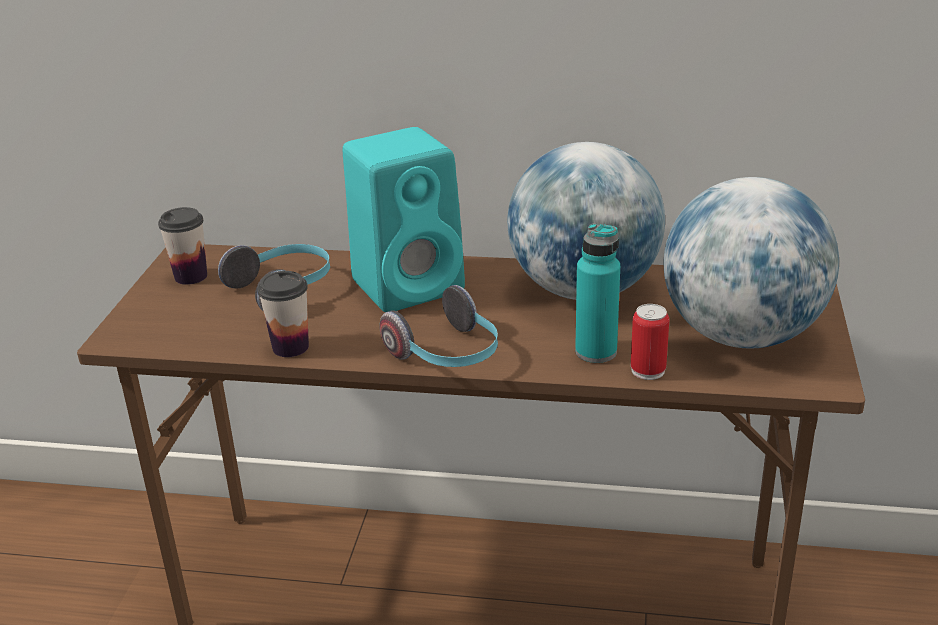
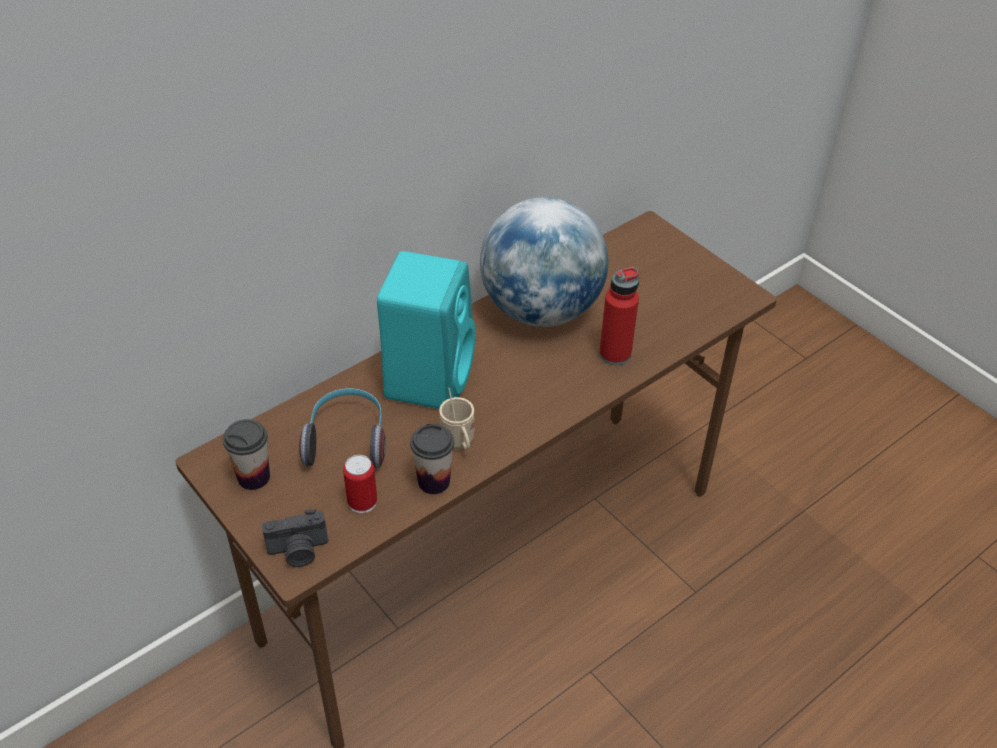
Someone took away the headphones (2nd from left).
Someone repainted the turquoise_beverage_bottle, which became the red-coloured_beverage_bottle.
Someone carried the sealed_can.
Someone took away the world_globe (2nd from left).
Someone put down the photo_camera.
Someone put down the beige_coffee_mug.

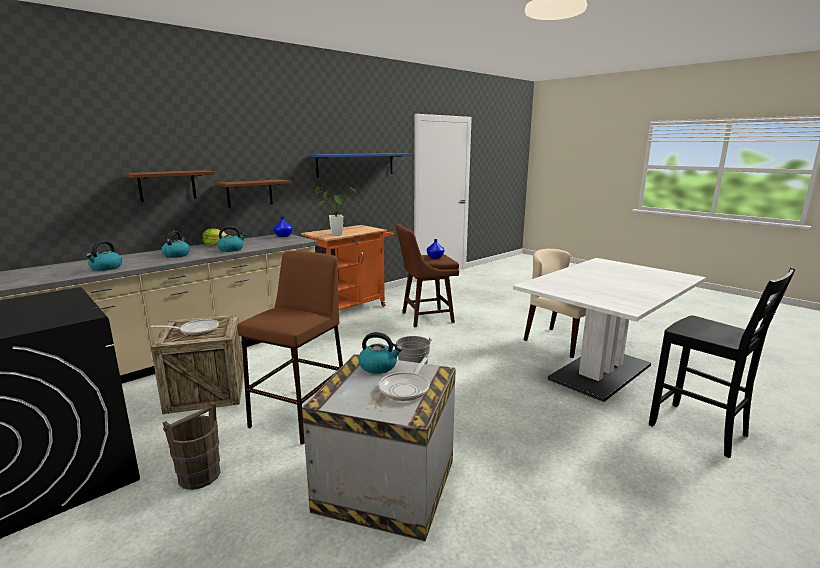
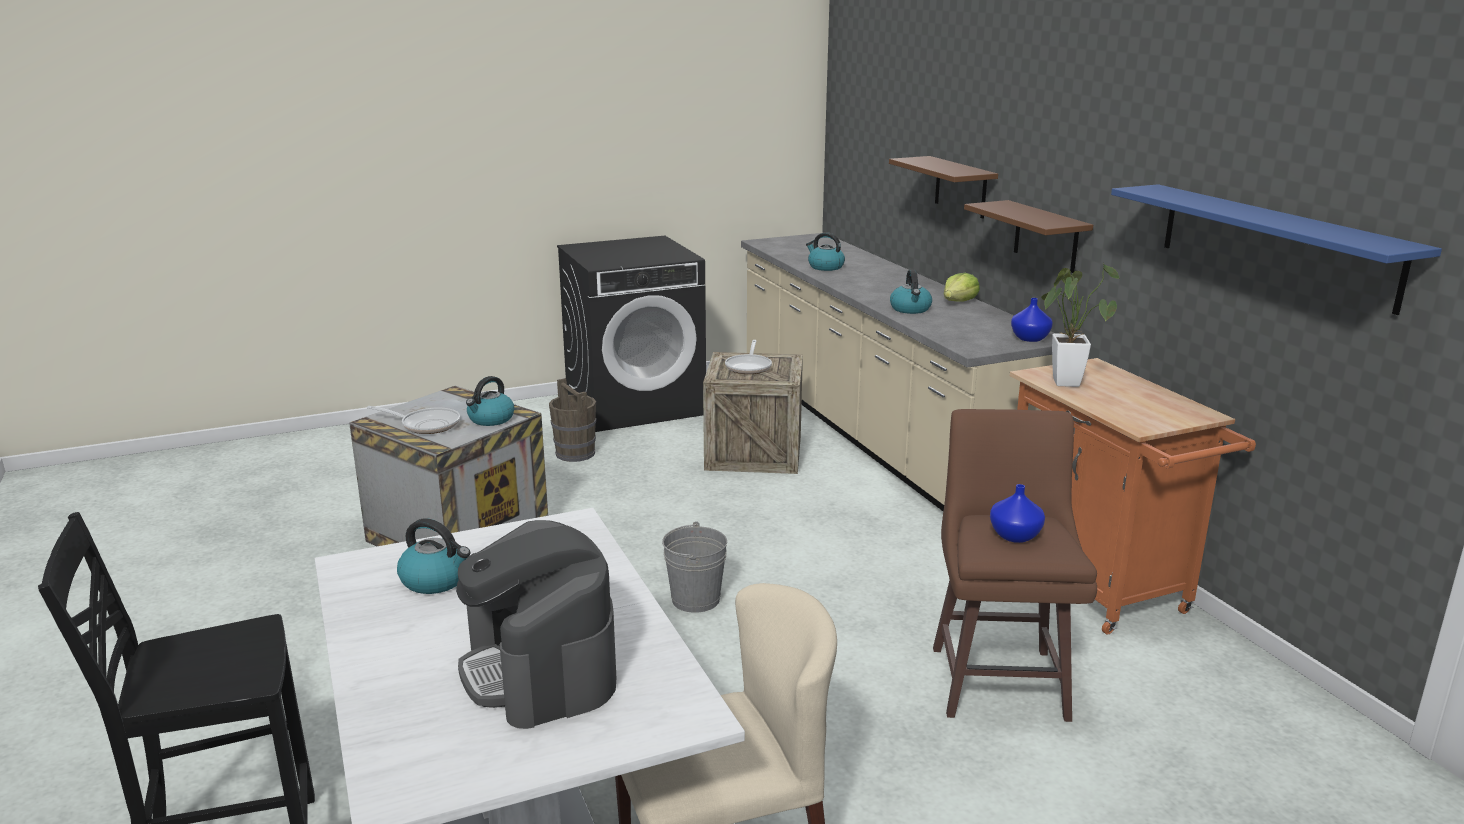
Someone carried the tea_kettle (2nd from left in the first image).
Someone took away the brown-coloured_stool (1st from left).
Someone rotated the pan (2nd from left in the first image) by 150 degrees clockwise.
Someone put down the coffee_maker.

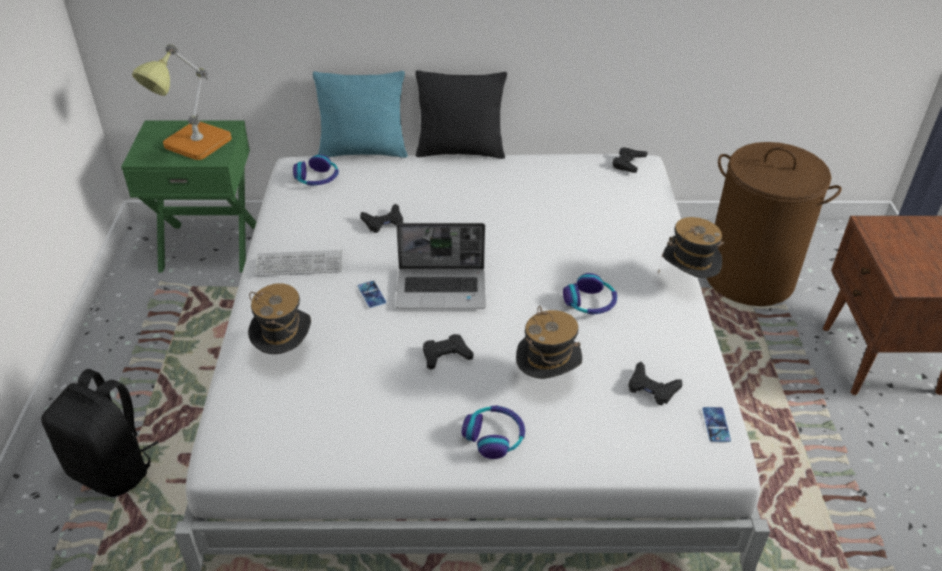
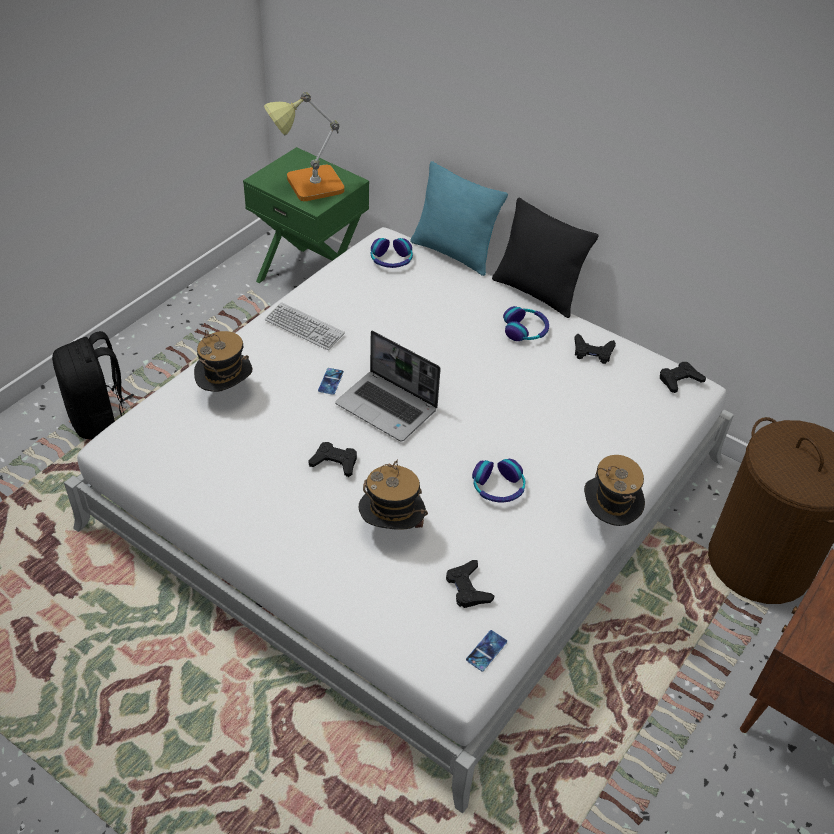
Someone carried the blackish_gamepad (1st from left in the first image).
Someone carried the headphones (2nd from left in the first image).

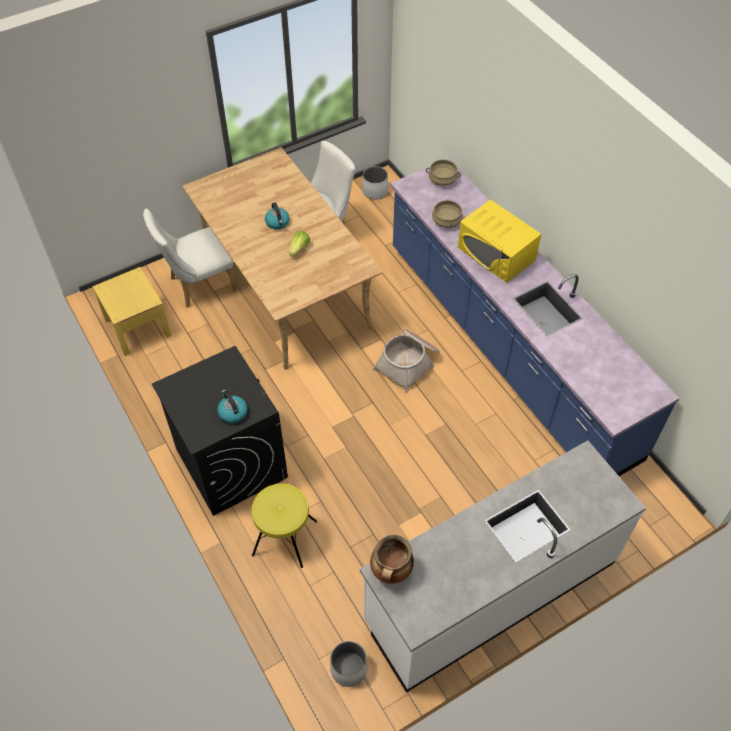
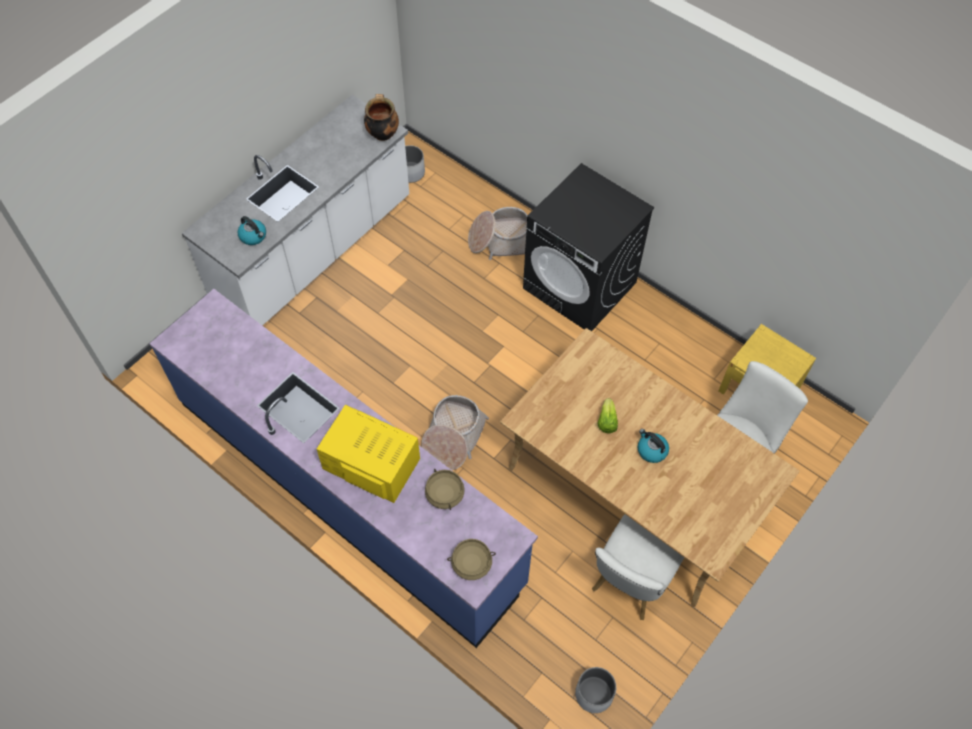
Someone carried the tea_kettle (1st from left).
Someone swapped the yellow_stool for the storage_basket (2nd from left).

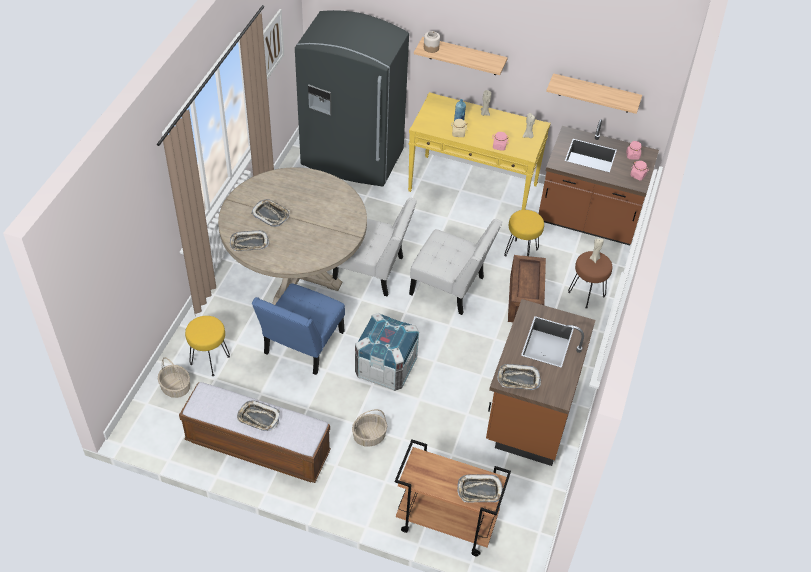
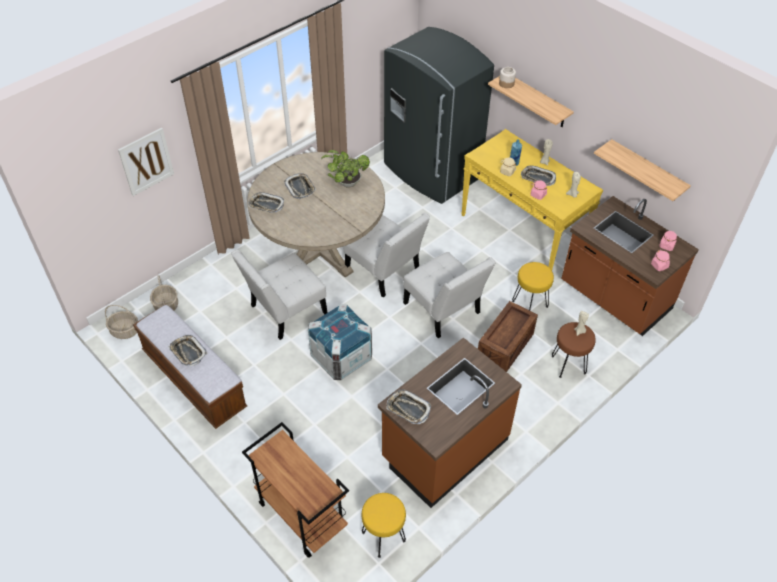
Someone carried the yellow_stool (1st from left).
Someone repainted the bluish_upright_chair, which became the whitish_upright_chair (1st from left).
Someone carried the wall_art.
Someone carried the storage_basket (2nd from left in the first image).
Someone carried the carrying_tray (4th from left in the first image).
Someone put down the houseplant.

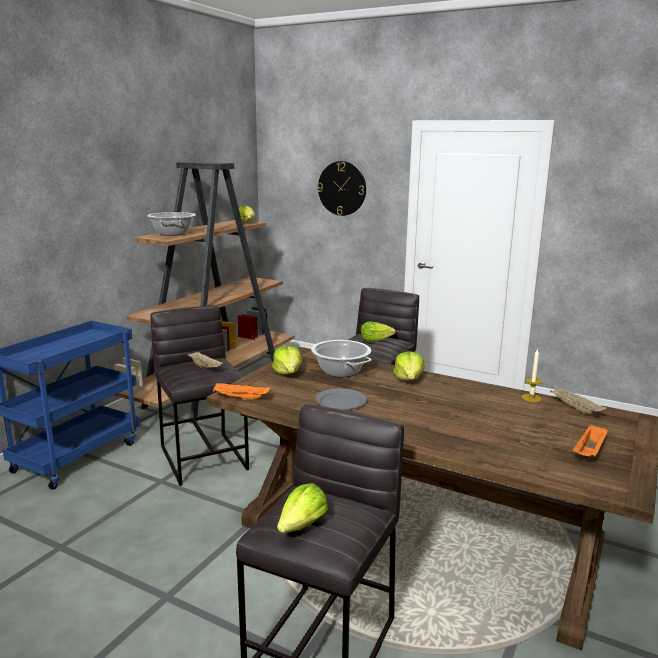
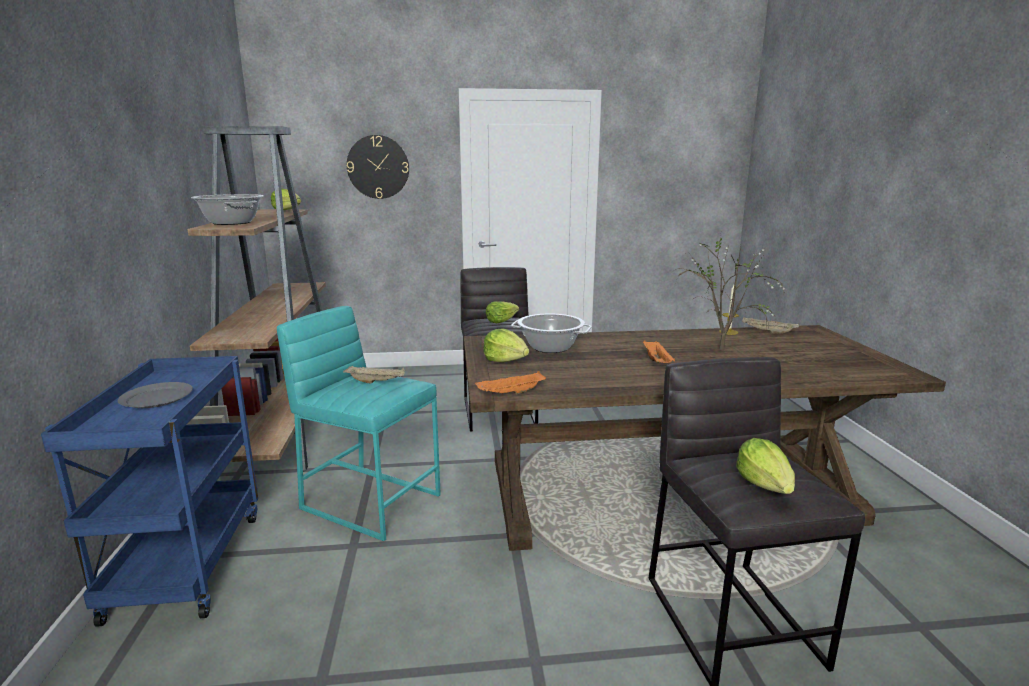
Someone repainted the grey_stool (1st from left), which became the turquoise_stool.
Someone carried the grey_dinner_plate.
Someone took away the lettuce_head (5th from left).
Someone carried the orangey_carrying_tray (2nd from left).
Someone put down the houseplant.

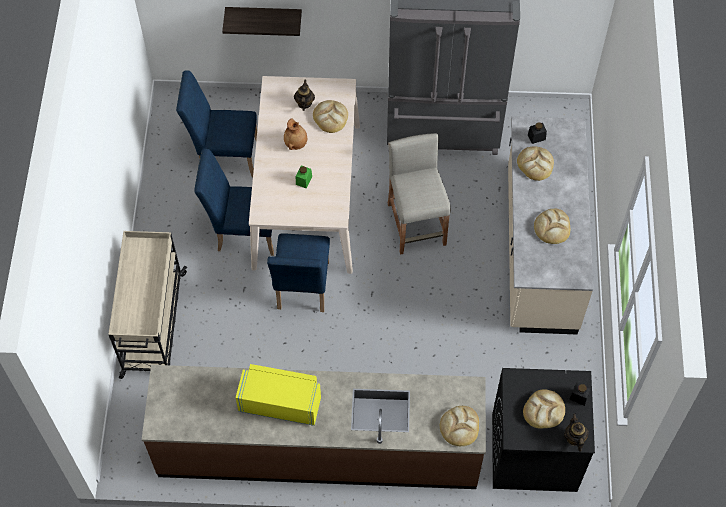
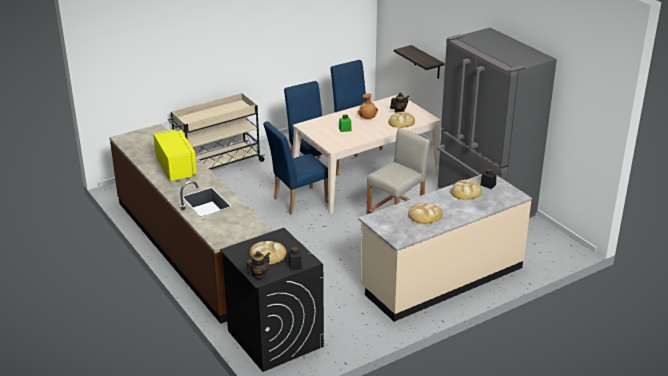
Someone took away the bakery_bread (2nd from left).

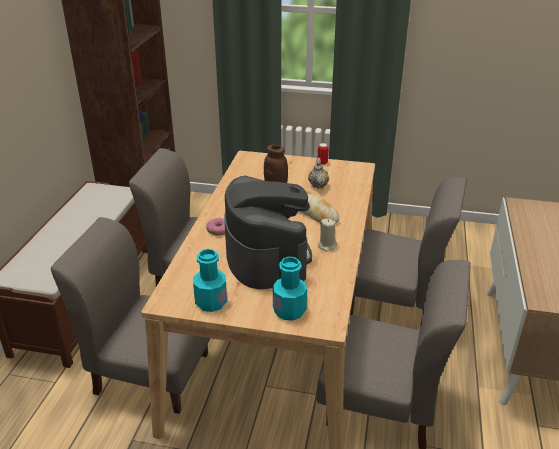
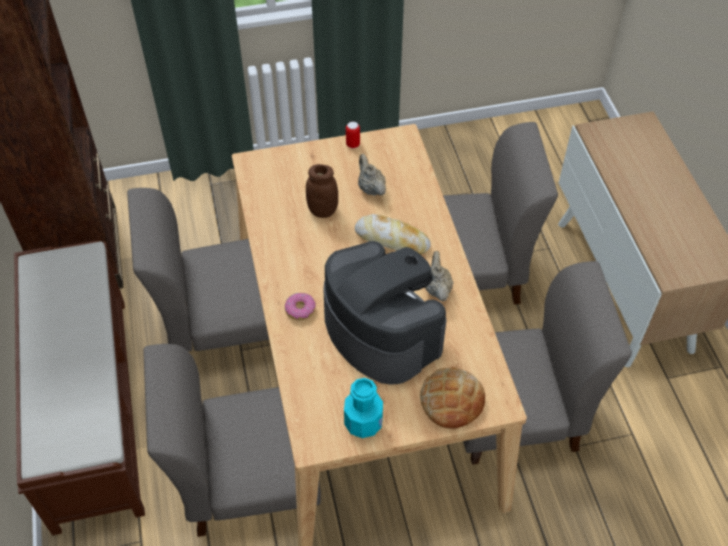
Someone swapped the turquoise_beverage_bottle (2nd from left) for the bakery_bread (2nd from left).
Someone swapped the beige_wax_light for the beige_teapot (2nd from left).

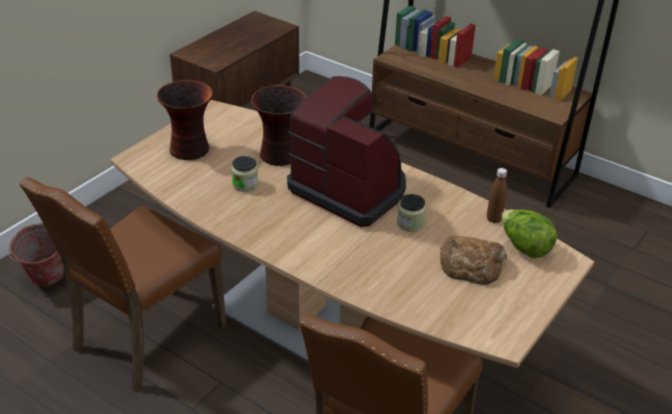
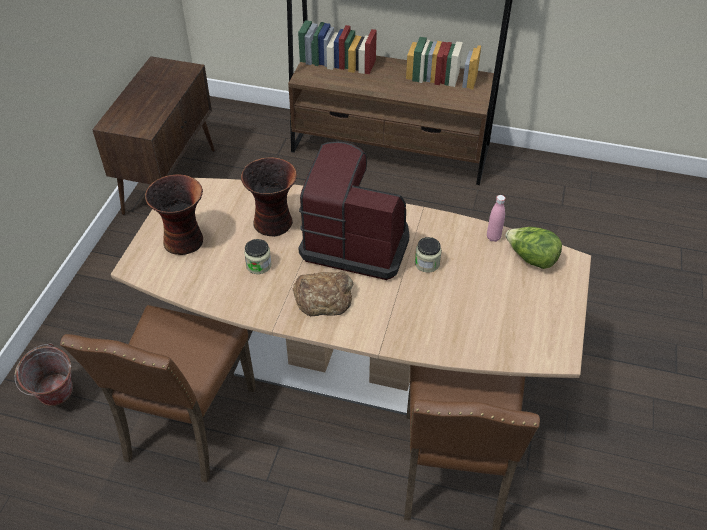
Someone carried the bakery_bread.
Someone repainted the brown-coloured_beverage_bottle, which became the pink-coloured_beverage_bottle.

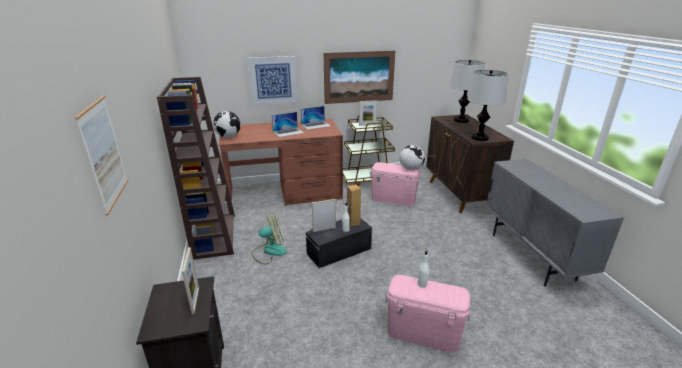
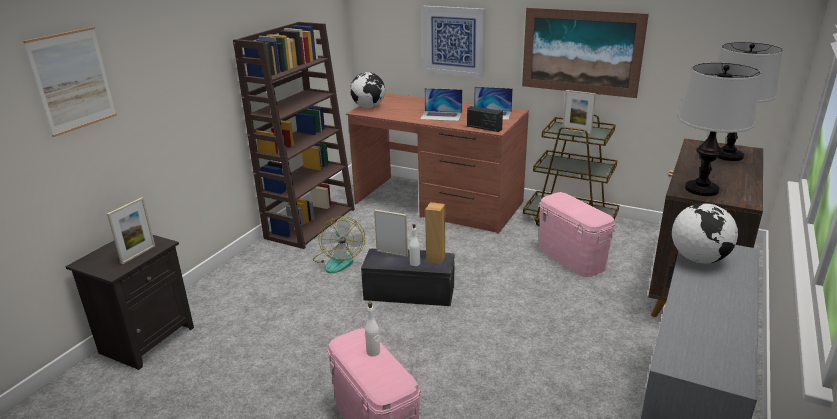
Someone rotated the cooling_fan by 60 degrees clockwise.
Someone carried the world_globe (2nd from left).
Someone put down the radio_receiver.

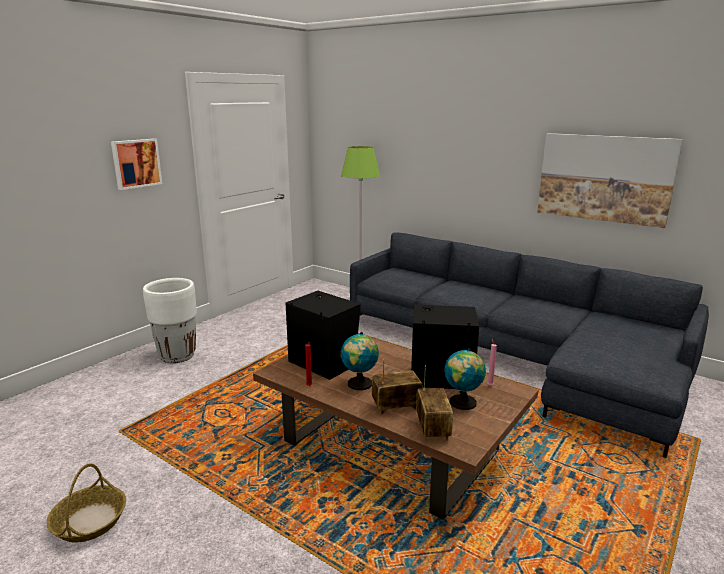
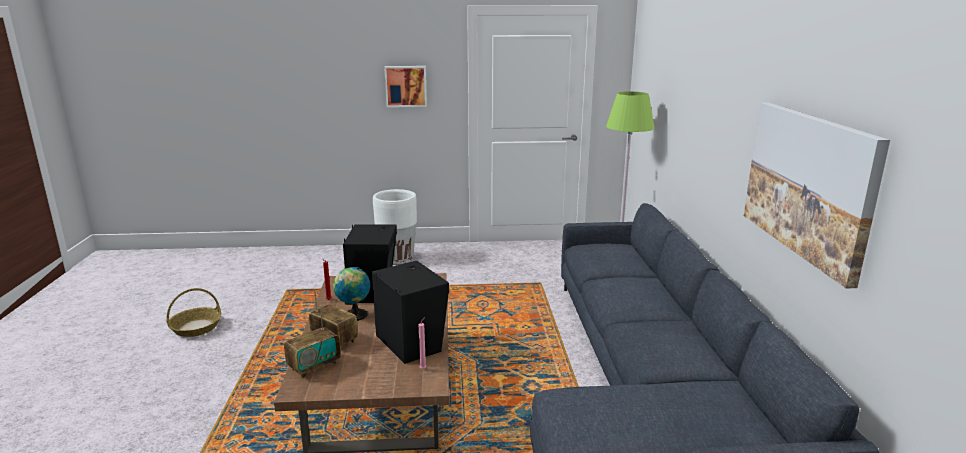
Someone took away the world_globe (2nd from left).

